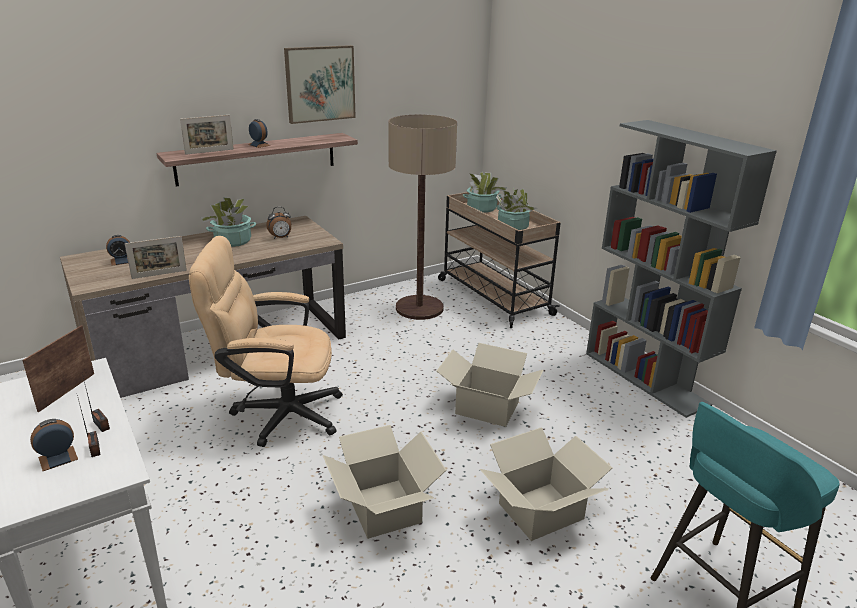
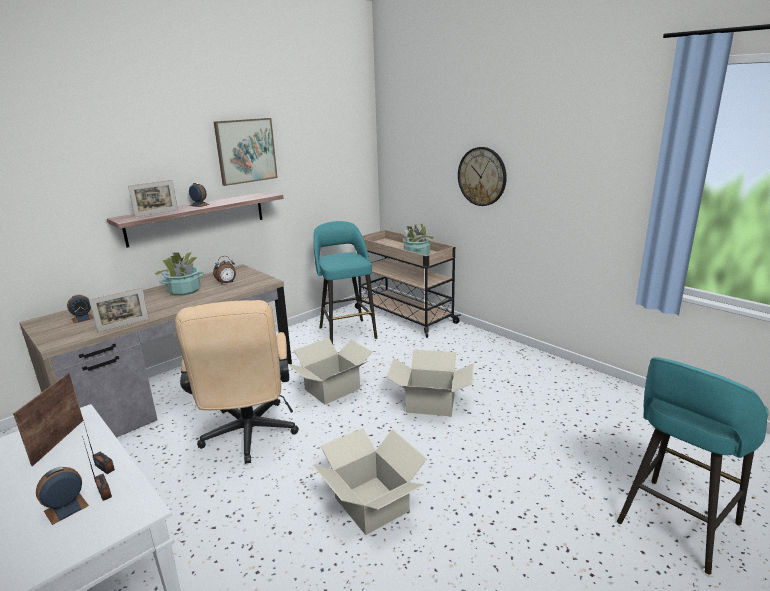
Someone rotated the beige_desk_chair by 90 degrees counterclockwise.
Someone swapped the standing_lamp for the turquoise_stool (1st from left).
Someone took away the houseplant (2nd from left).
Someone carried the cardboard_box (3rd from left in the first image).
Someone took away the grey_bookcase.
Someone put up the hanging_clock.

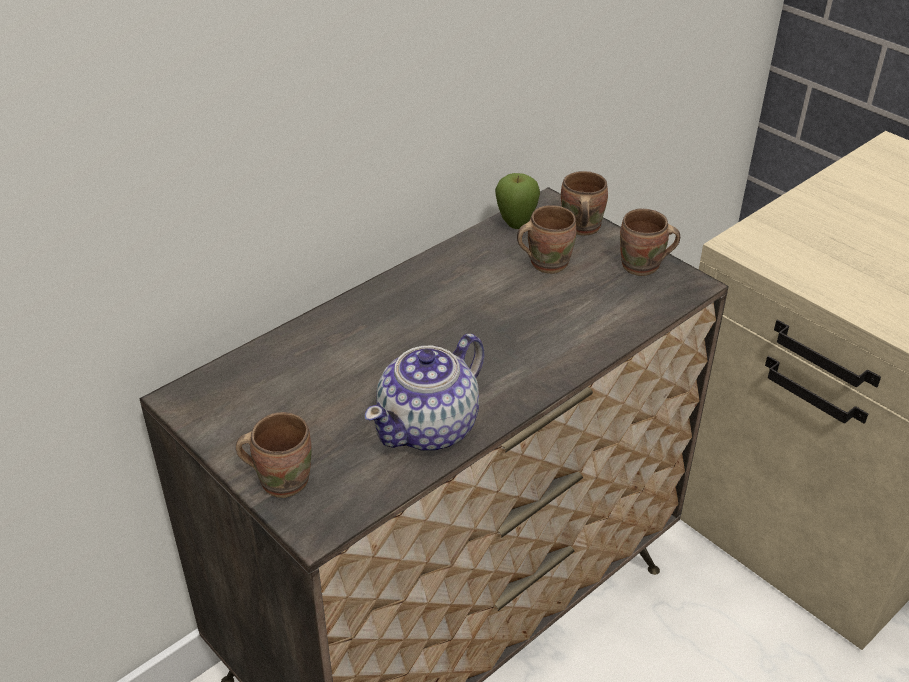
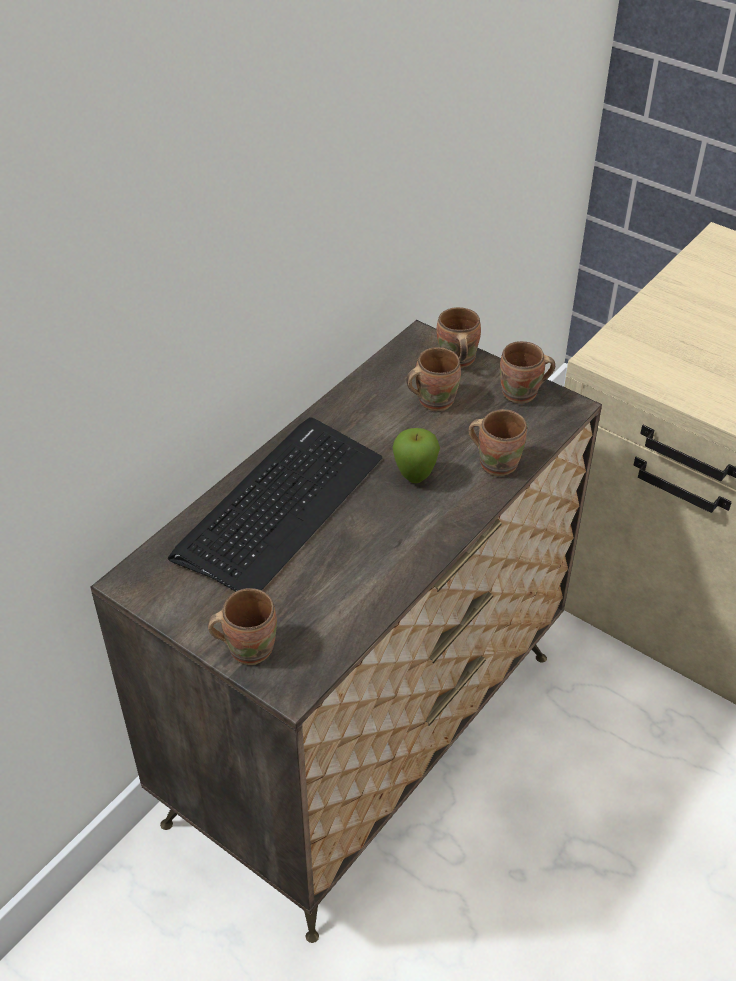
Someone took away the teapot.
Someone carried the apple_fruit.
Someone put down the PC_keyboard.
Someone put down the brown-coloured_coffee_mug (4th from left).

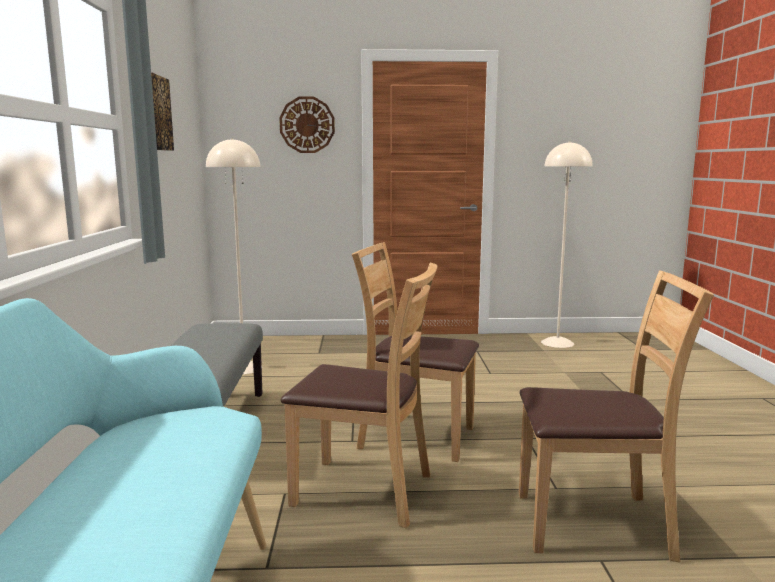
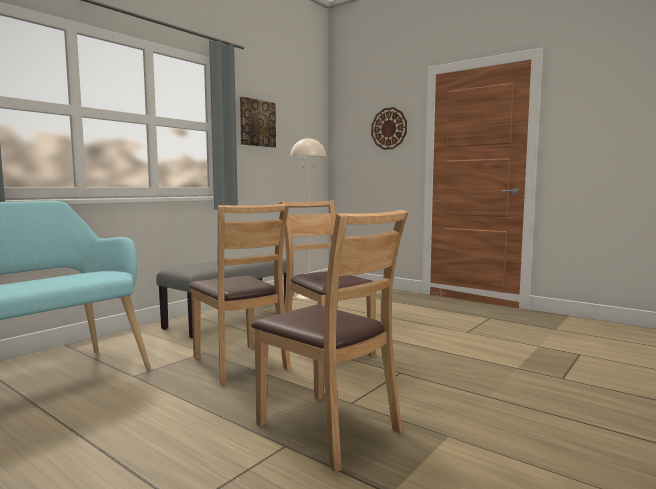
Someone took away the beige_standing_lamp (2nd from left).

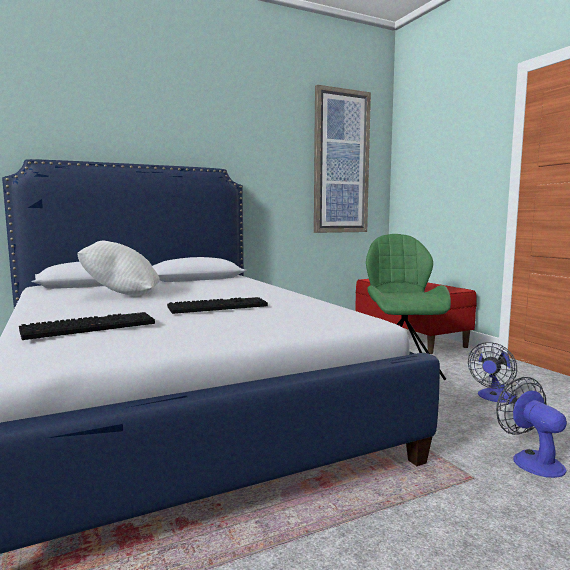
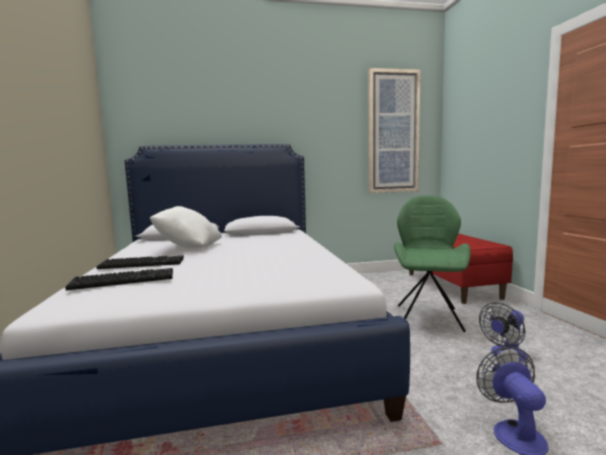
Someone carried the PC_keyboard (2nd from left).

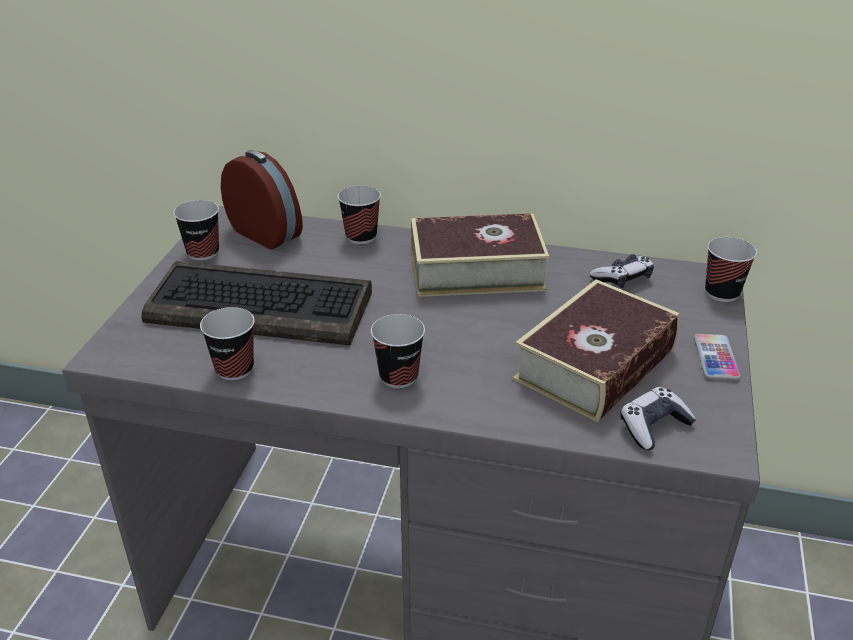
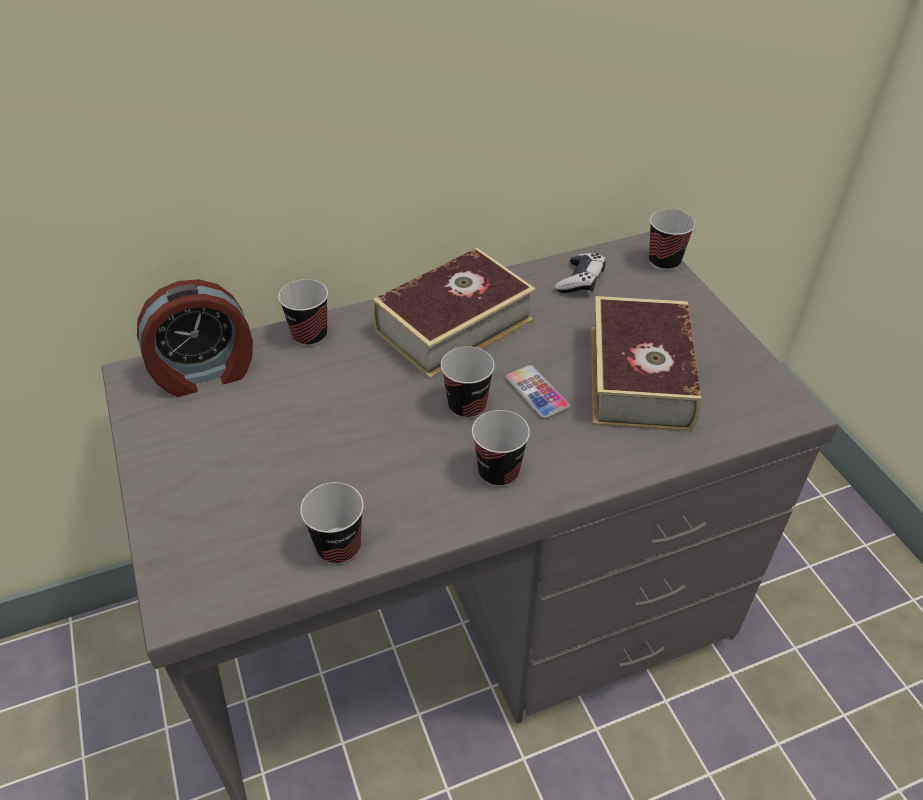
Someone took away the PC_keyboard.
Someone carried the small_cup (1st from left in the first image).
Someone rotated the bedside_clock by 150 degrees clockwise.
Someone took away the gamepad (2nd from left).
Someone carried the handset.

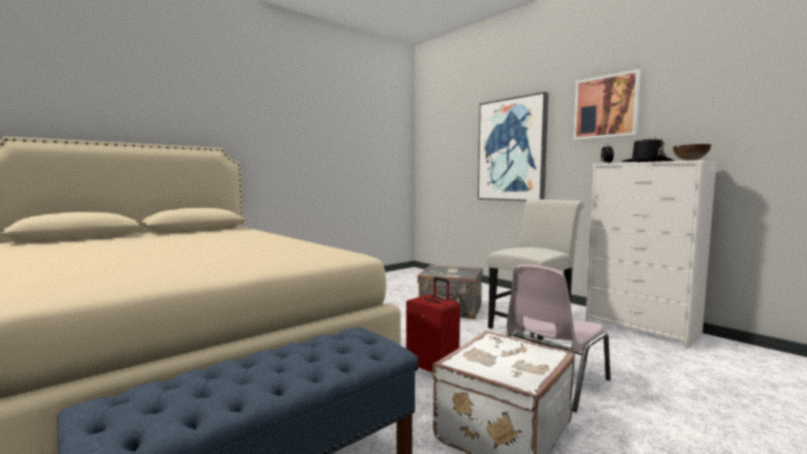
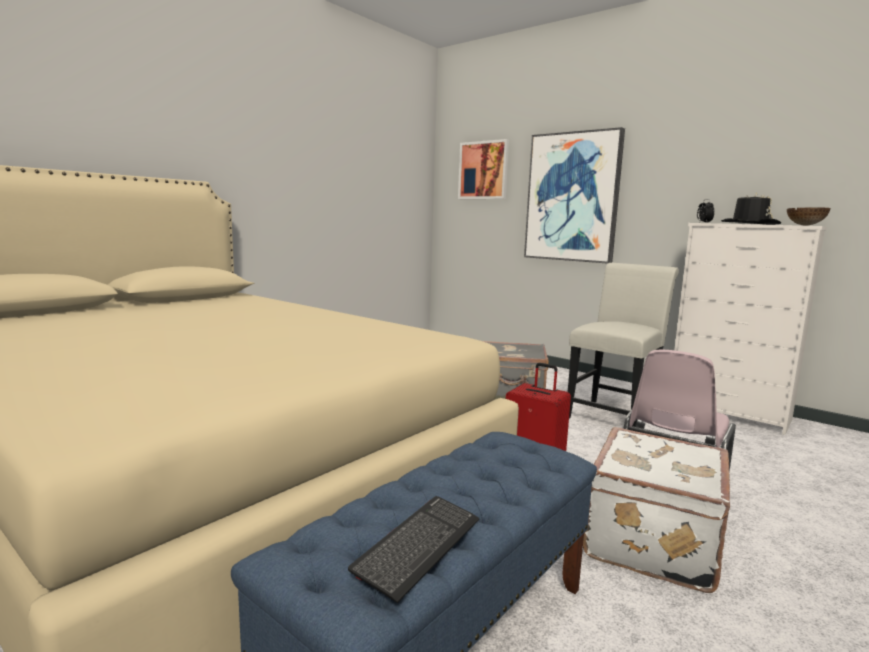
Someone carried the wall_art (2nd from left in the first image).
Someone put down the PC_keyboard.

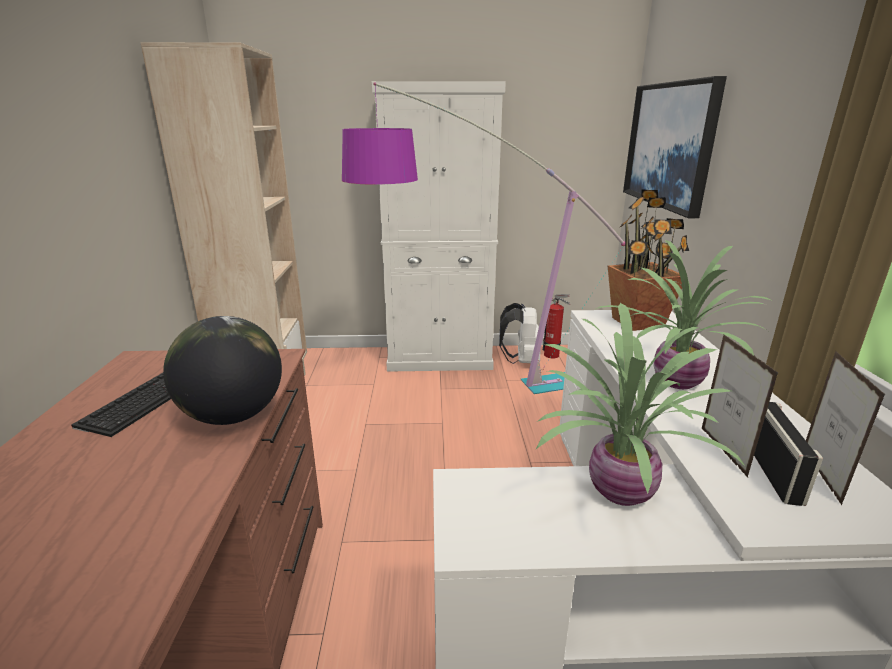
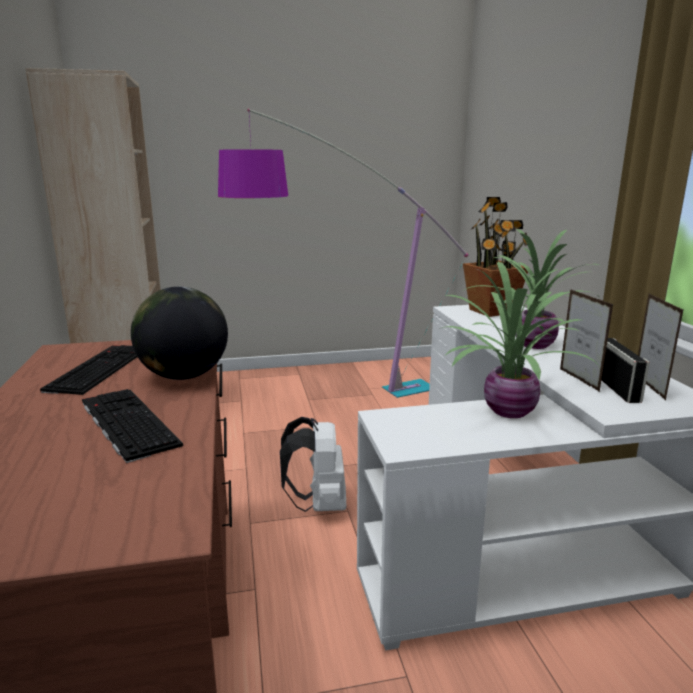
Someone took away the whitish_cabinet.
Someone carried the whitish_rucksack.
Someone took away the extinguisher.
Someone took away the wall_art.
Someone put down the PC_keyboard (2nd from left).

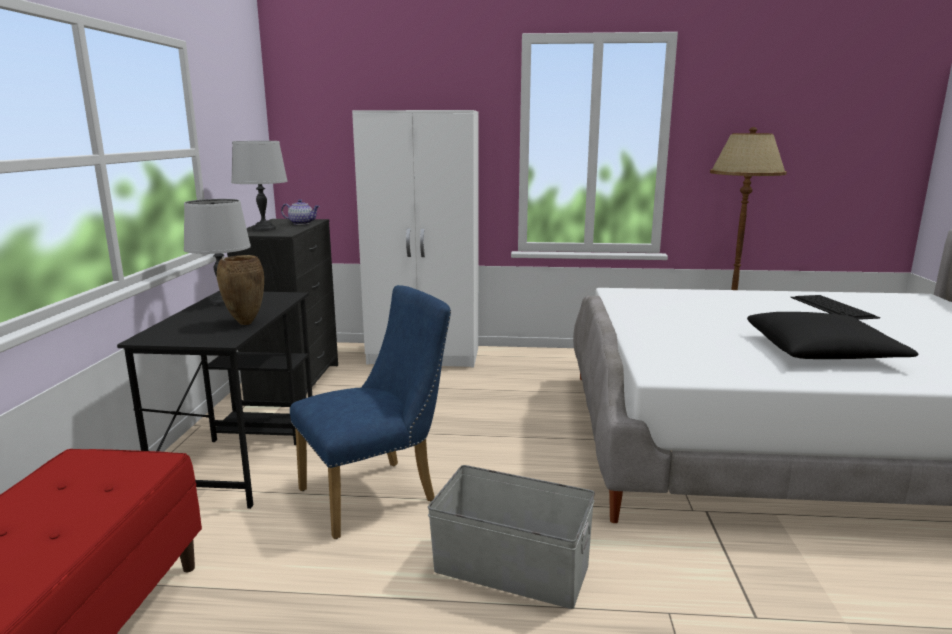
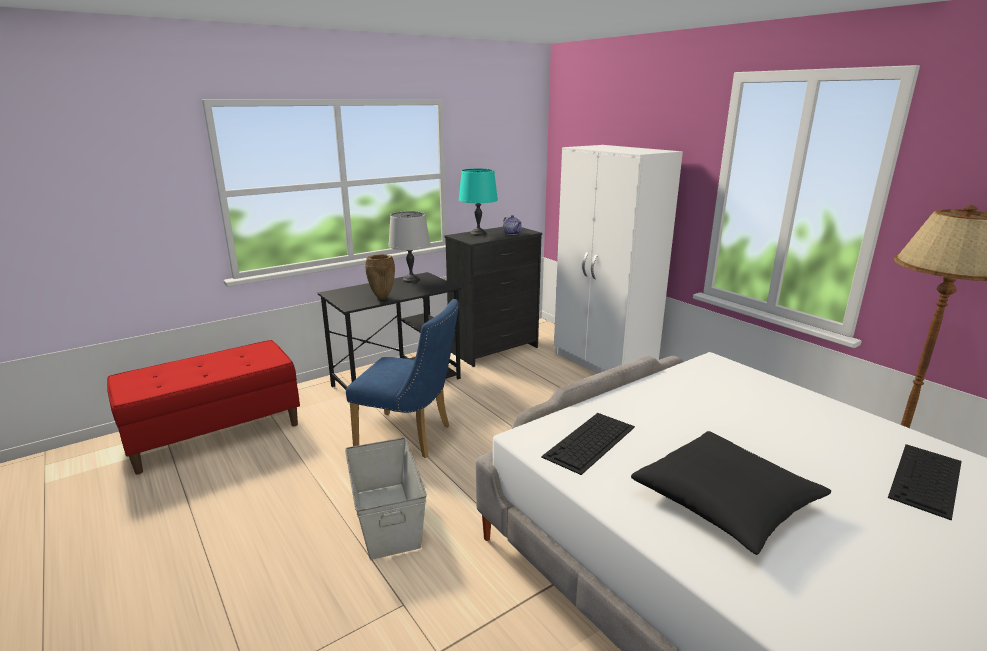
Someone repainted the grey_tabletop_lamp (2nd from left), which became the turquoise_tabletop_lamp.
Someone put down the PC_keyboard (1st from left).

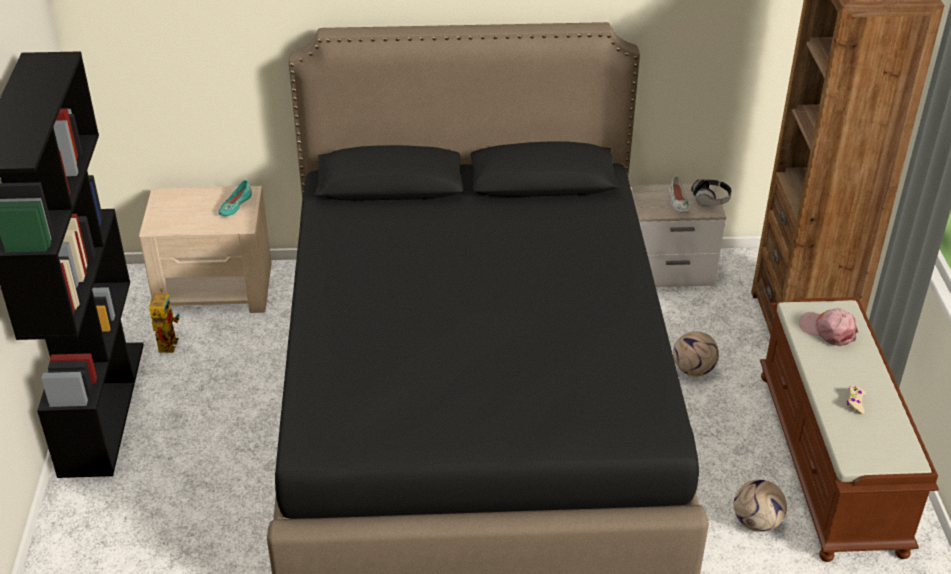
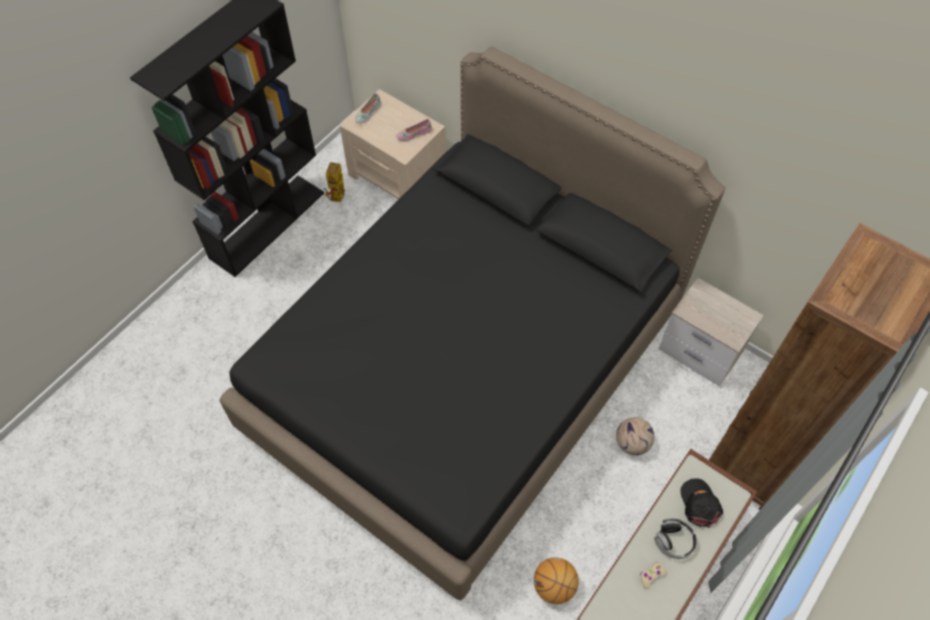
Someone rotated the model_robot by 150 degrees clockwise.
Someone repainted the turquoise_shoe, which became the pink-coloured_shoe.
Someone carried the whitish_shoe.
Someone carried the headphones.
Someone swapped the football (2nd from left) for the basketball.
Someone repainted the pink-coloured_peaked_cap, which became the blackish_peaked_cap.

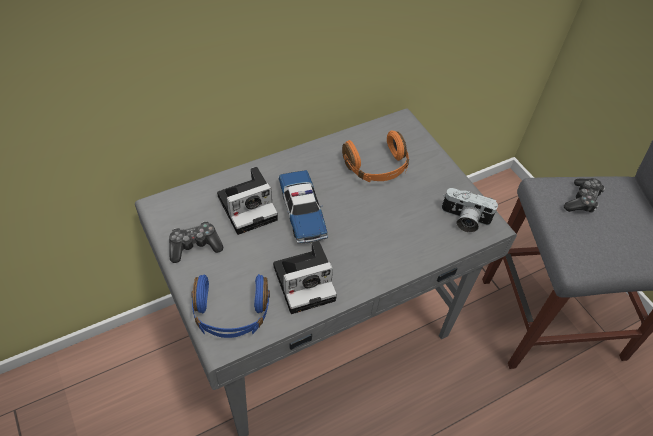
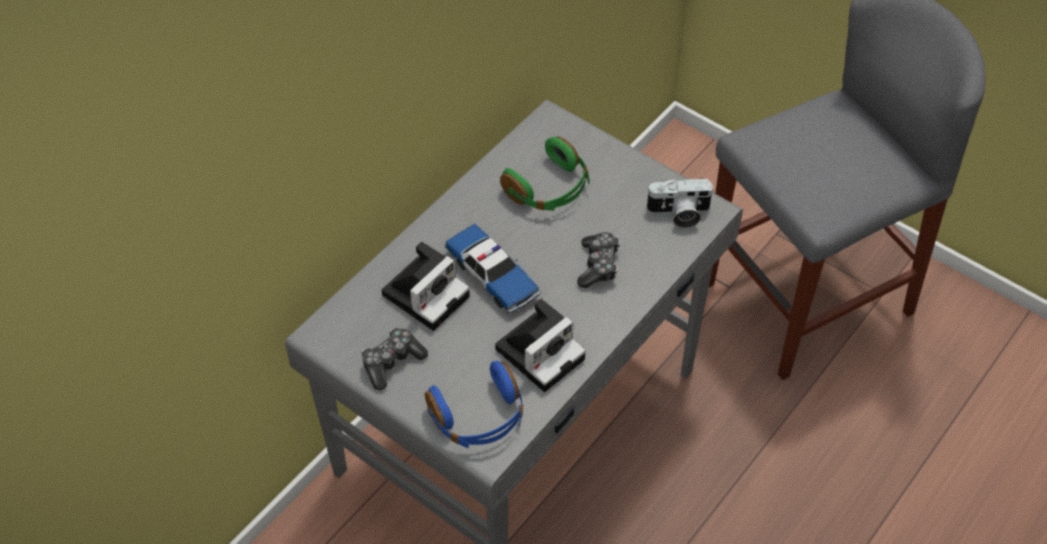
Someone repainted the orangey_headphones, which became the greenish_headphones.
Someone carried the gamepad (2nd from left).

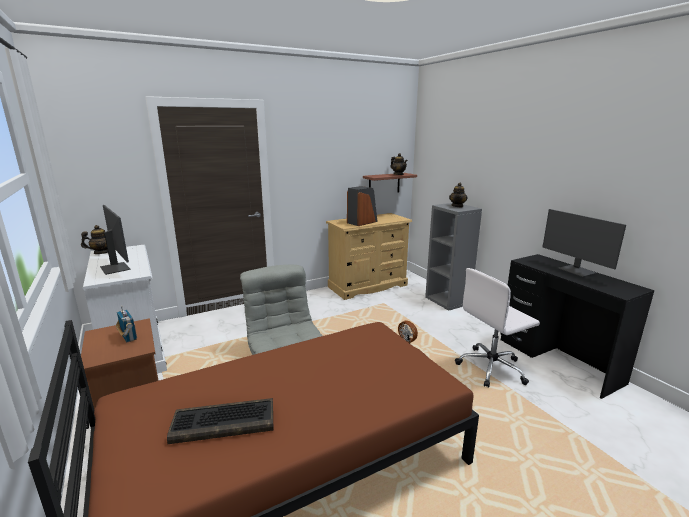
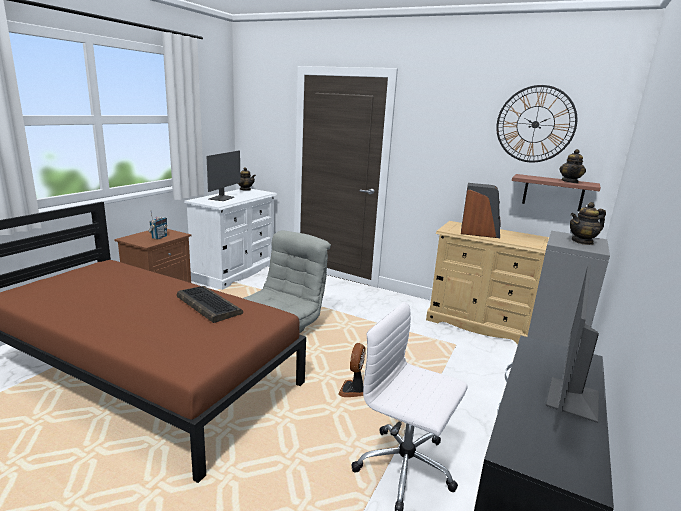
Someone carried the PC_keyboard.
Someone put up the hanging_clock.

